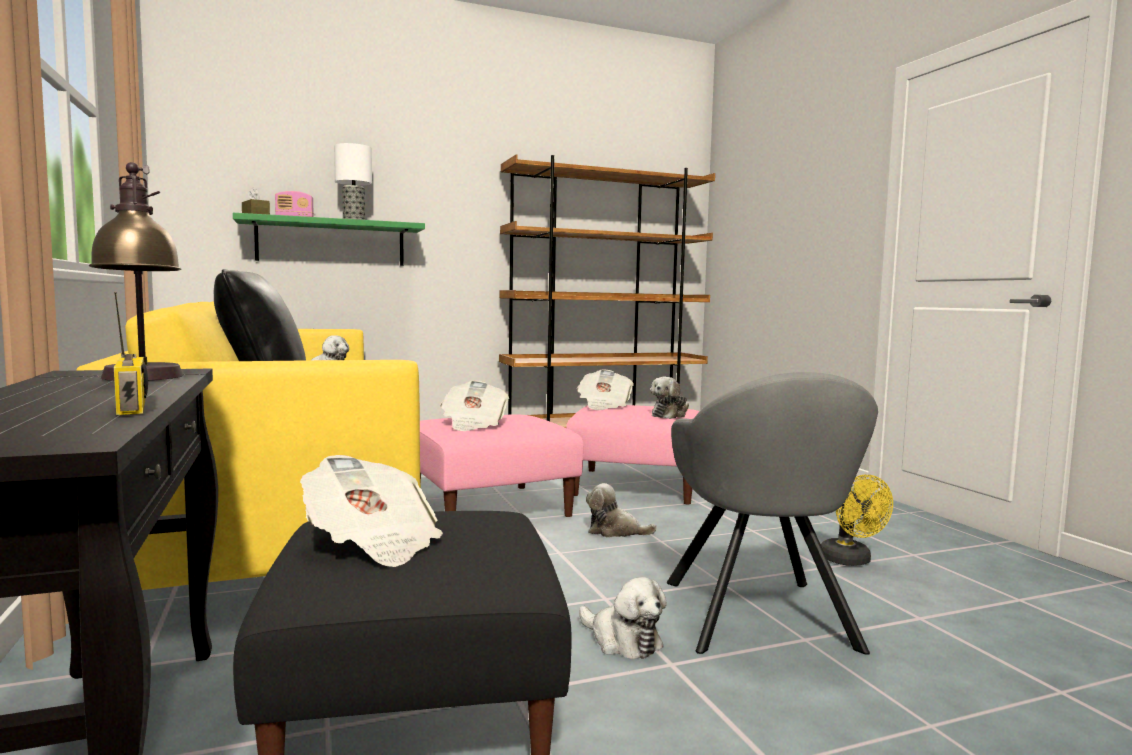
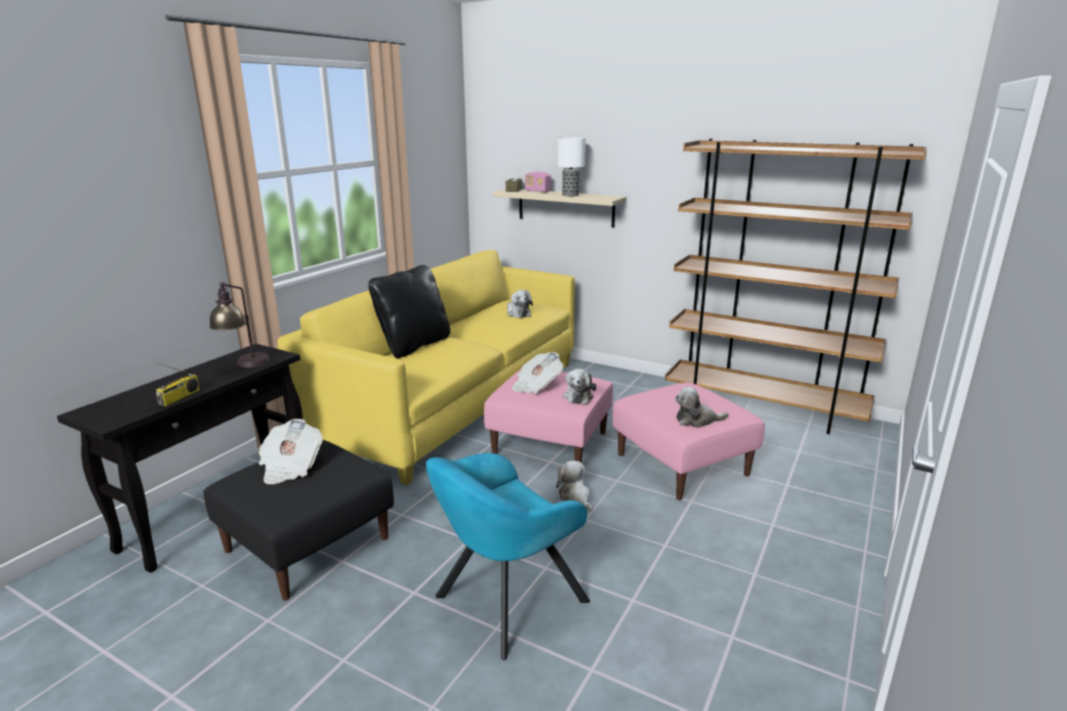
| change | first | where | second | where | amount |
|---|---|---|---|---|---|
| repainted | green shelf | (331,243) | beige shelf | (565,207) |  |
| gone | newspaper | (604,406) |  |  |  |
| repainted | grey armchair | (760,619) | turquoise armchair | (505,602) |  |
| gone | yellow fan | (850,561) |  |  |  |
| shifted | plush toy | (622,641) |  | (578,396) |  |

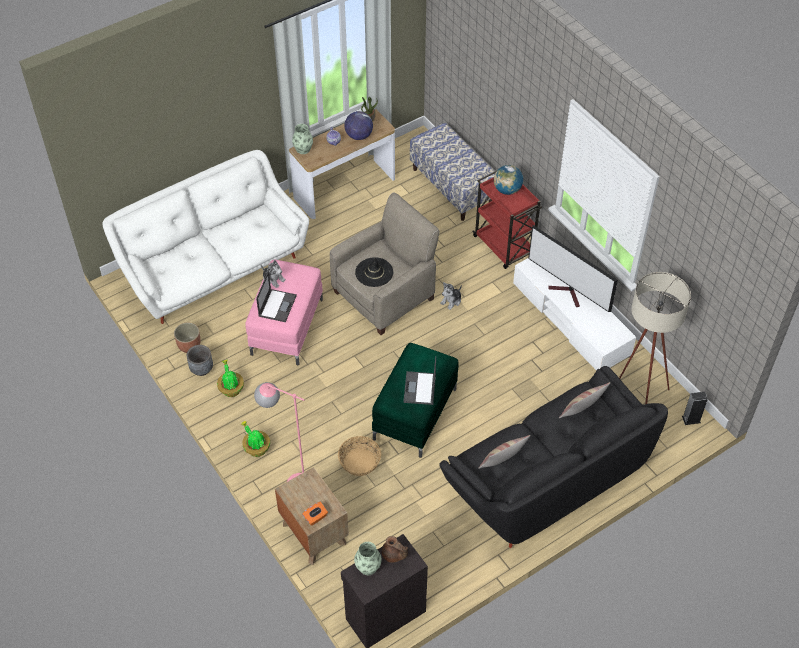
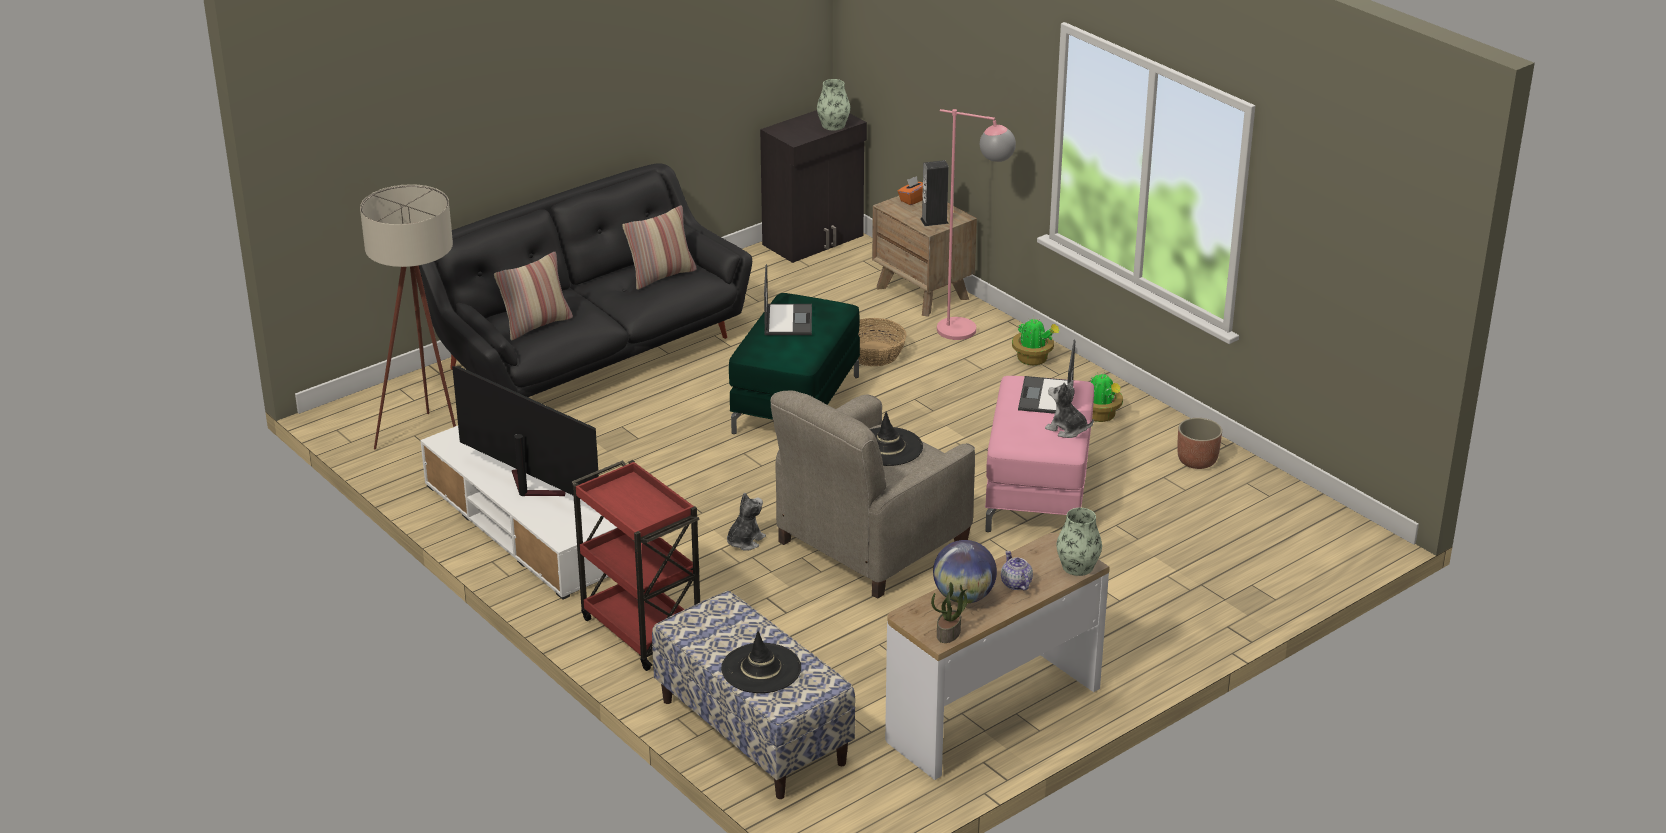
| change | first | where | second | where | amount |
|---|---|---|---|---|---|
| gone | white sofa | (213,267) |  |  |  |
| gone | globe | (507,190) |  |  |  |
| gone | grey planter | (201,369) |  |  |  |
| shifted | speaker | (691,419) |  | (934,221) |  |
| gone | brown teapot | (394,555) |  |  |  |
| new |  |  | black hat | (761,669) |  |

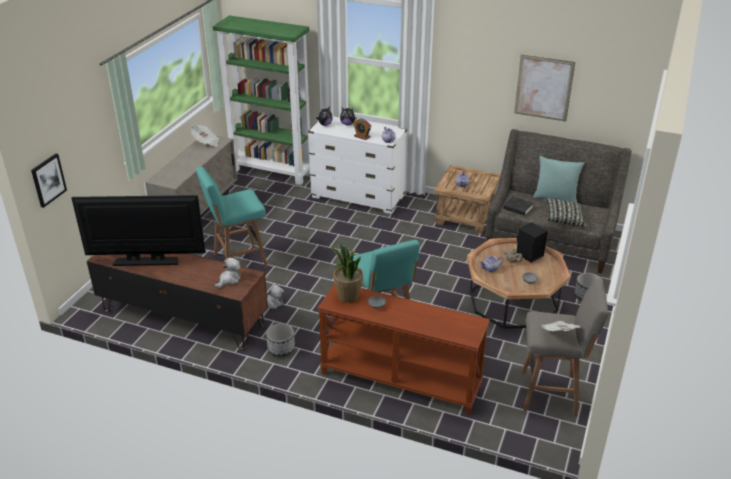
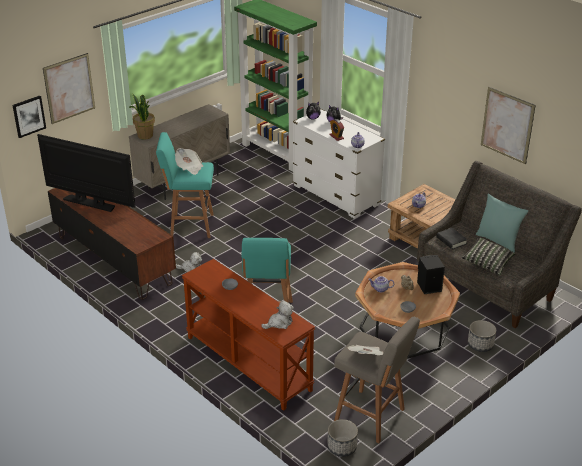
| change | first | where | second | where | amount |
|---|---|---|---|---|---|
| shifted | newspaper | (206,142) |  | (189,168) |  |
| shifted | potted plant | (348,296) |  | (145,135) |  |
| shifted | plush toy | (229,280) |  | (279,323) |  |
| shifted | planter | (281,349) |  | (342,447) |  |
| new |  |  | picture | (69,88) |  |

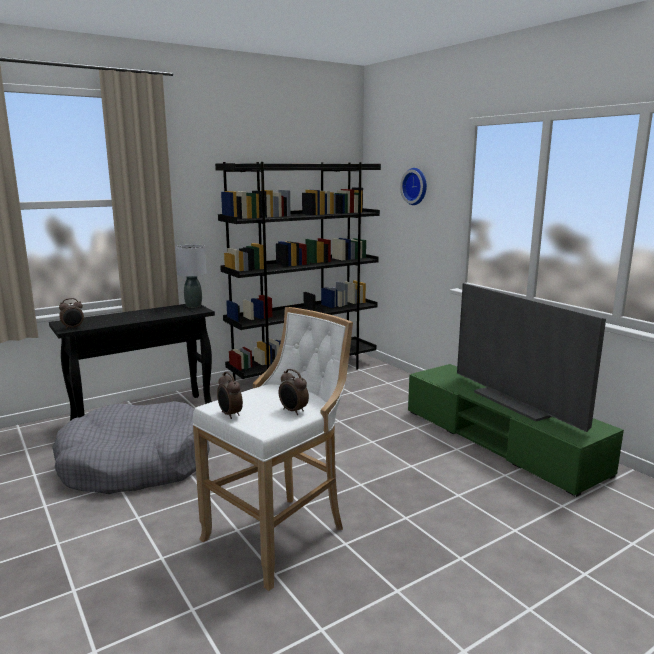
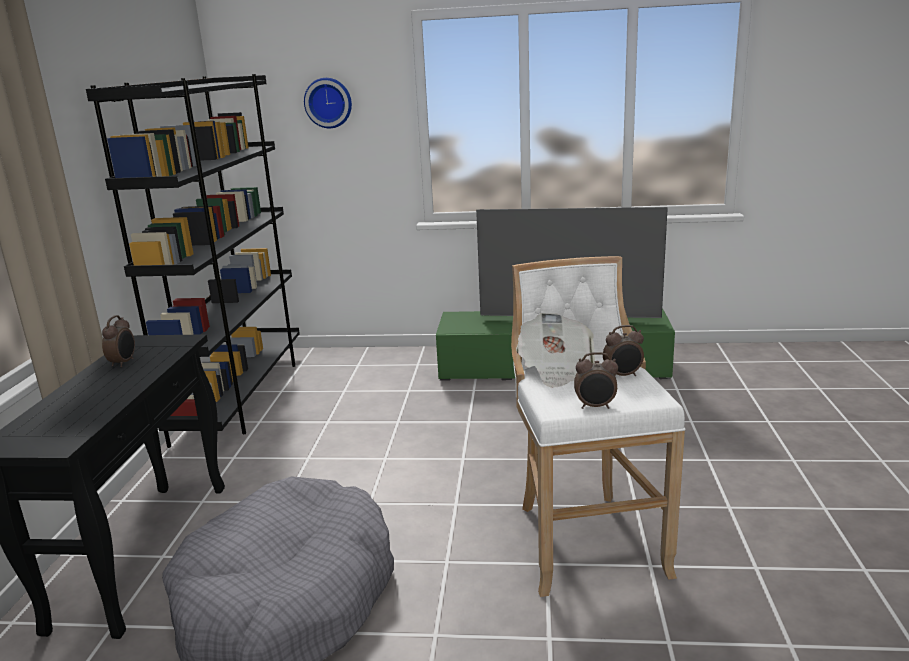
| change | first | where | second | where | amount |
|---|---|---|---|---|---|
| gone | grey table lamp | (194,306) |  |  |  |
| shifted | alarm clock | (73,328) |  | (124,363) |  |
| new |  |  | newspaper | (556,370) |  |

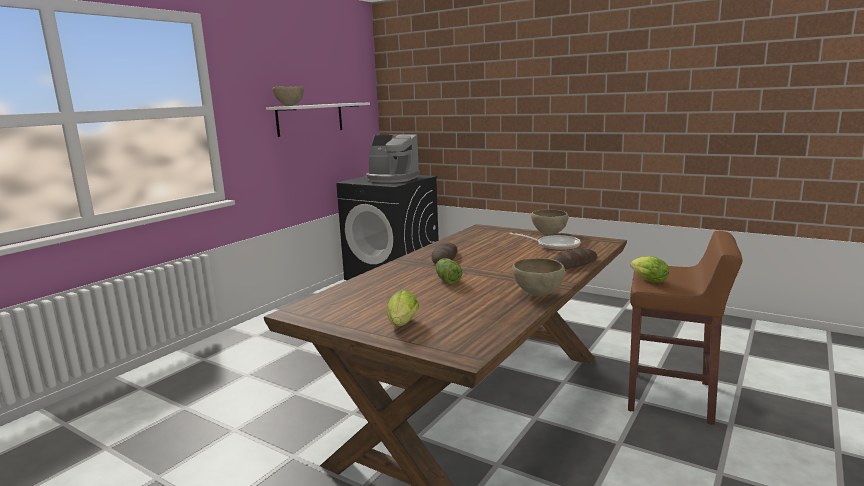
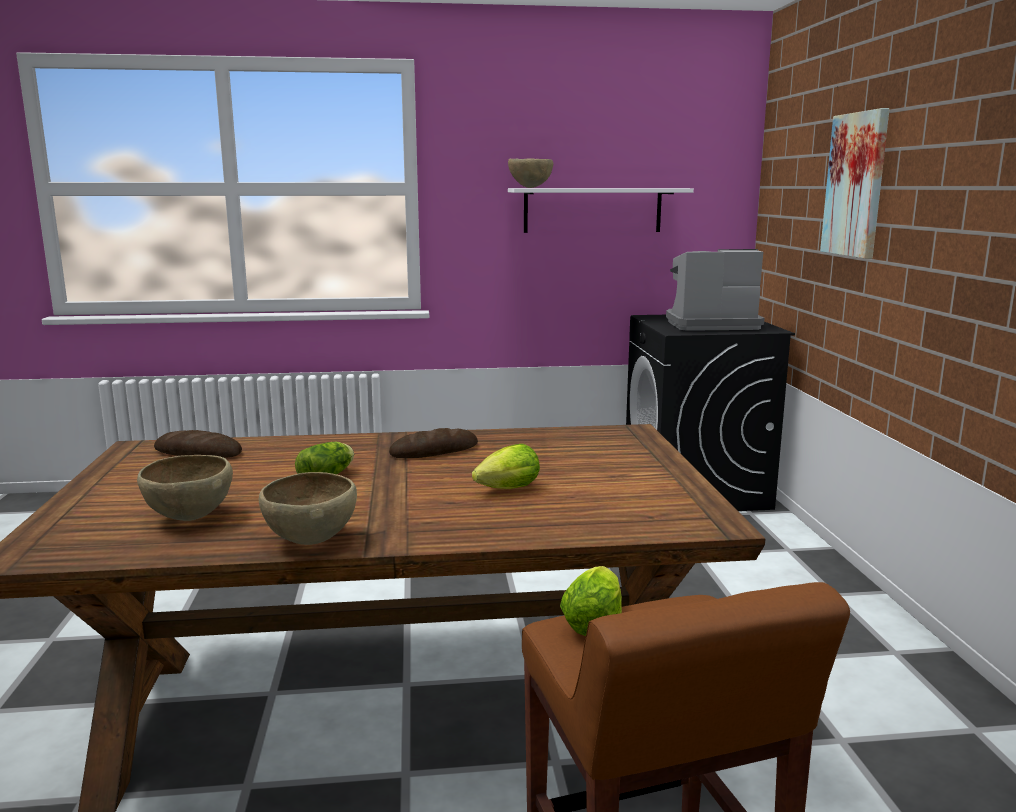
| change | first | where | second | where | amount |
|---|---|---|---|---|---|
| rotated | coffee machine | (392,179) |  | (710,324) | 105 degrees clockwise |
| shifted | brown bowl | (549,234) |  | (189,518) |  |
| gone | frying pan | (554,246) |  |  |  |
| shifted | bread | (574,263) |  | (198,452) |  |
| shifted | lettuce | (402,325) |  | (505,490) |  |
| new |  |  | picture | (856,185) |  |

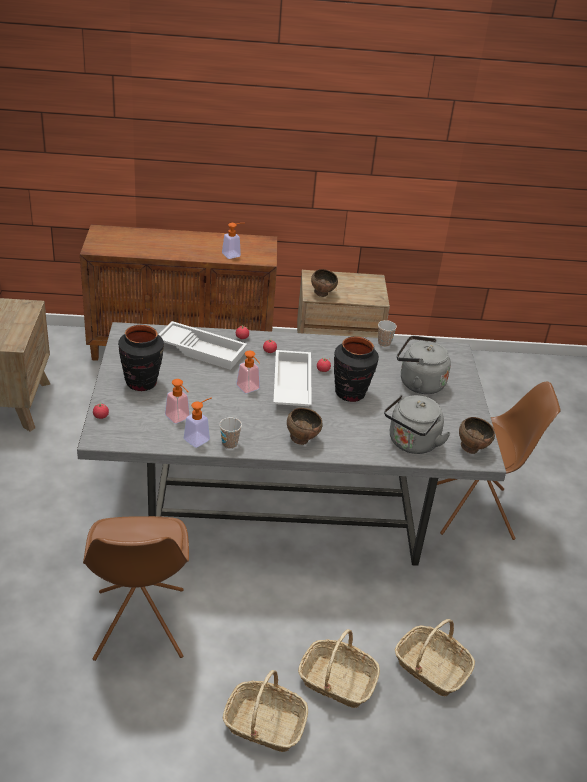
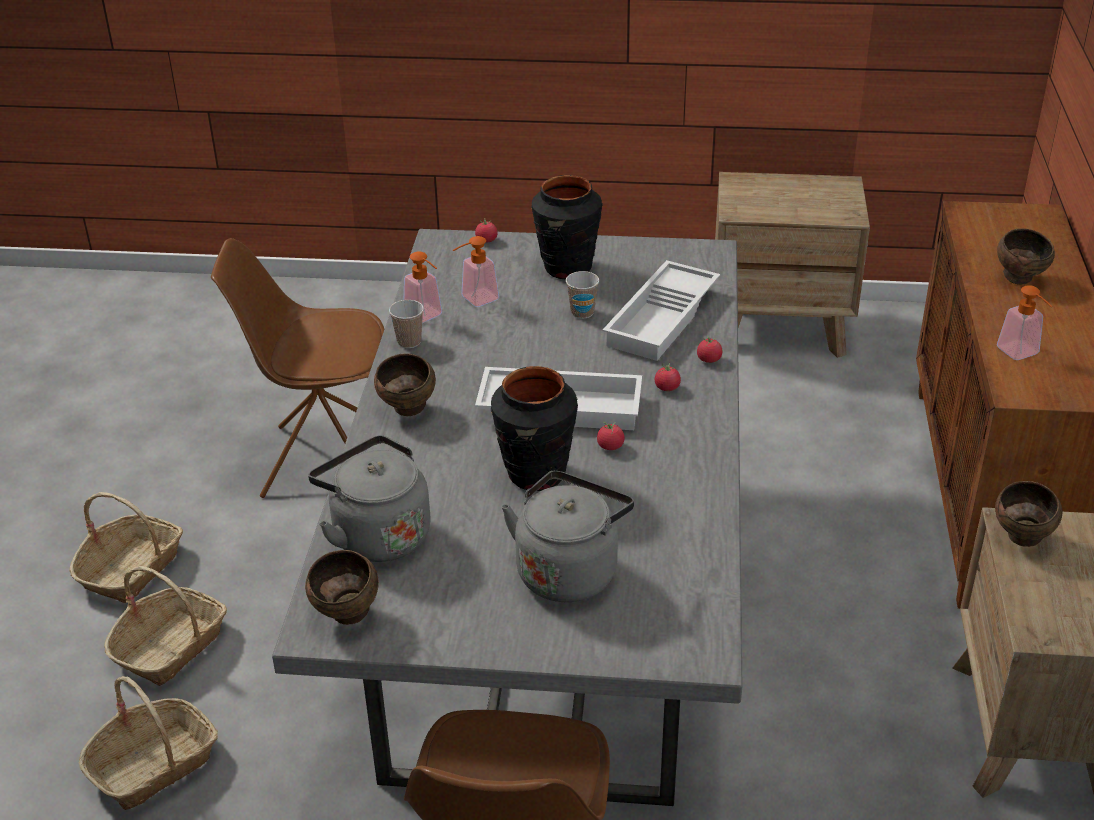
| change | first | where | second | where | amount |
|---|---|---|---|---|---|
| shifted | cup | (384,343) |  | (582,312) |  |
| gone | soap dispenser | (250,389) |  |  |  |
| new |  |  | brown bowl | (1020,279) |  |

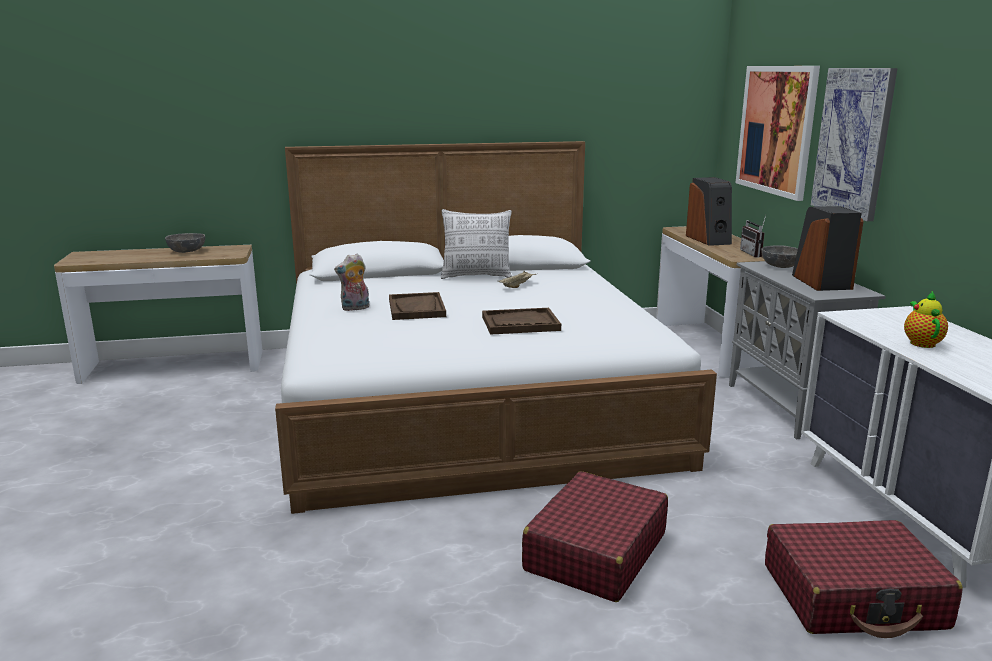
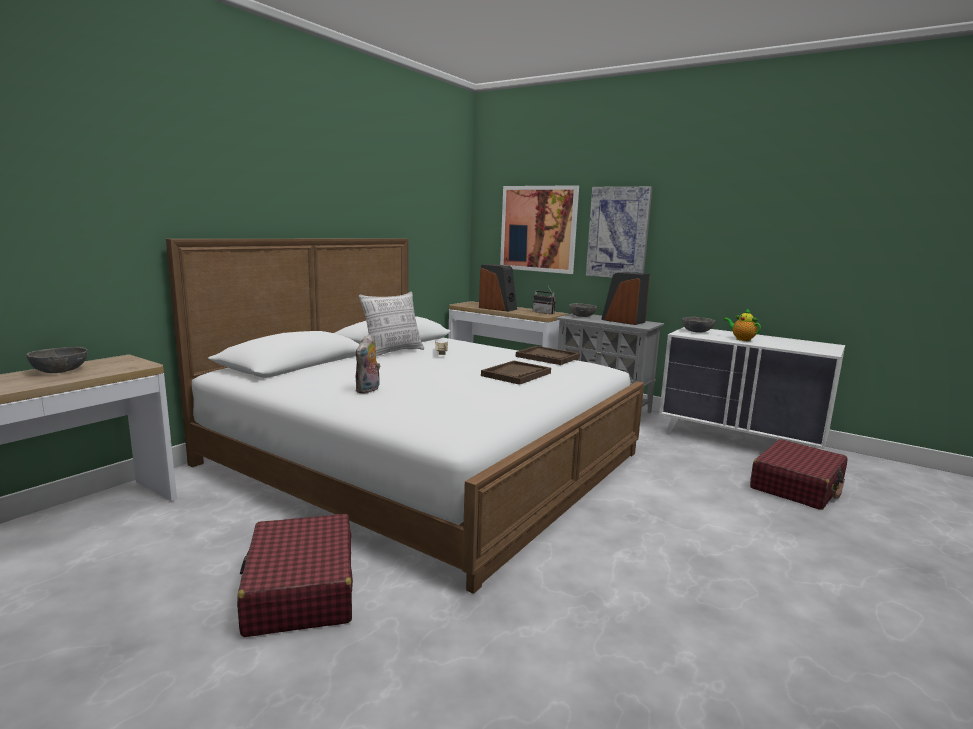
| change | first | where | second | where | amount |
|---|---|---|---|---|---|
| shifted | brown tray | (417,308) |  | (547,357) |  |
| shifted | red suitcase | (595,552) |  | (300,590) |  |
| new |  |  | grey bowl | (697,331) |  |

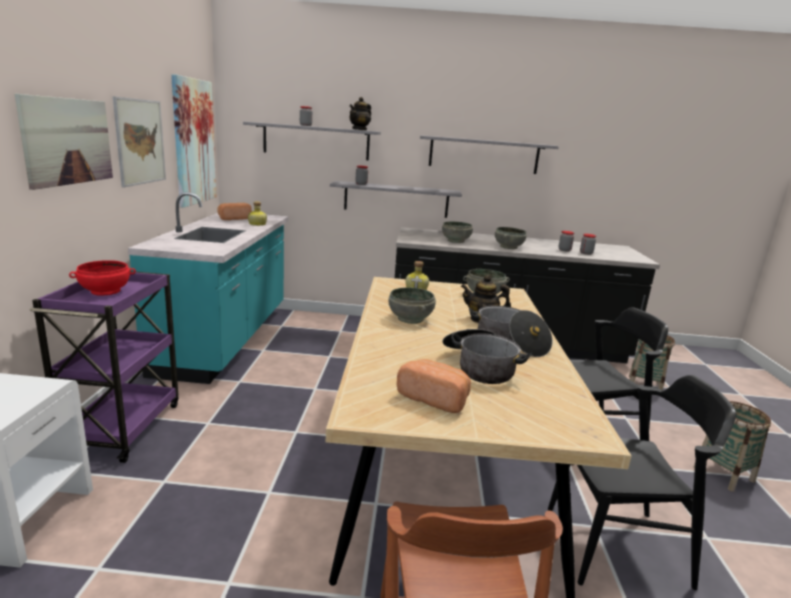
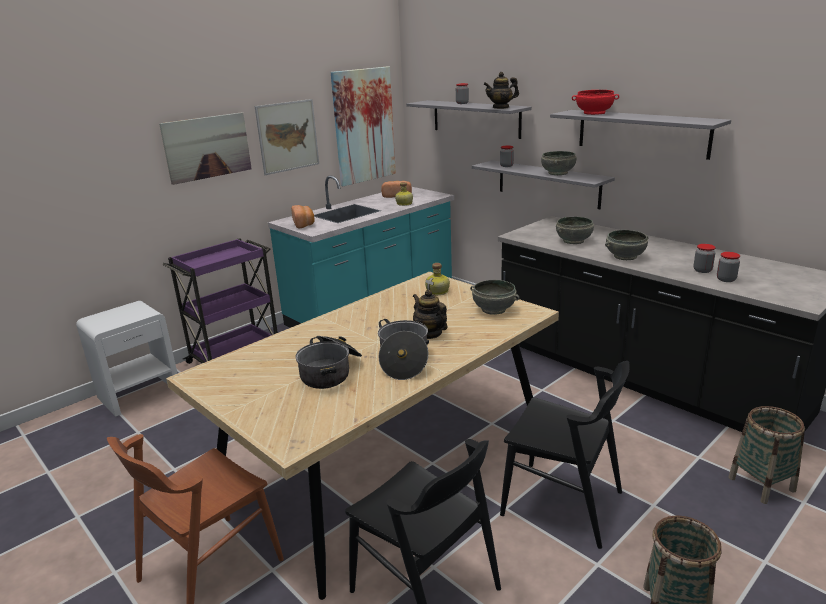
| change | first | where | second | where | amount |
|---|---|---|---|---|---|
| shifted | red bowl | (105,291) |  | (594,113) |  |
| shifted | grey bowl | (411,319) |  | (558,173) |  |
| shifted | bread | (434,398) |  | (304,224) |  |

